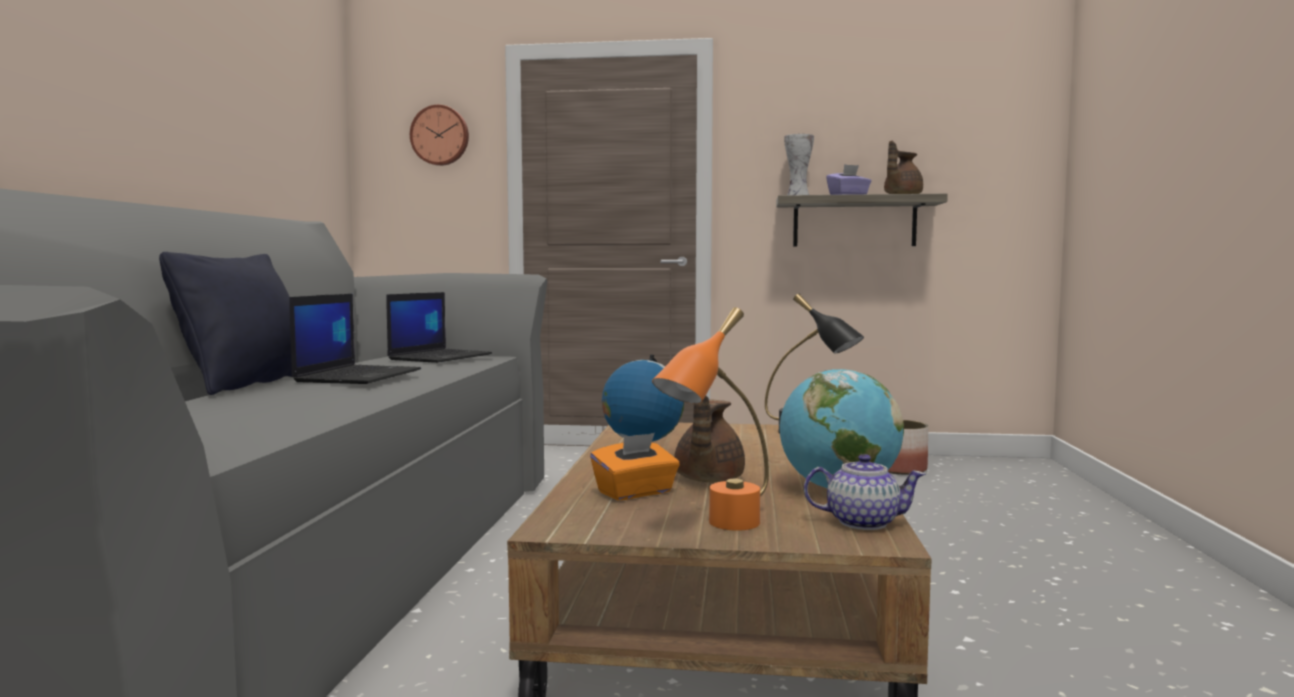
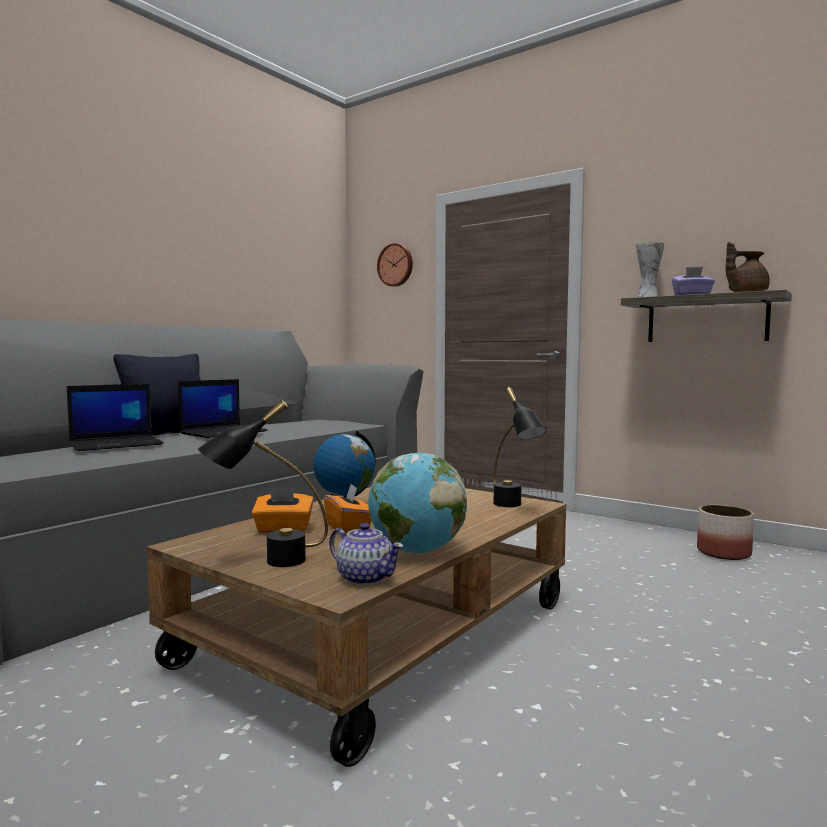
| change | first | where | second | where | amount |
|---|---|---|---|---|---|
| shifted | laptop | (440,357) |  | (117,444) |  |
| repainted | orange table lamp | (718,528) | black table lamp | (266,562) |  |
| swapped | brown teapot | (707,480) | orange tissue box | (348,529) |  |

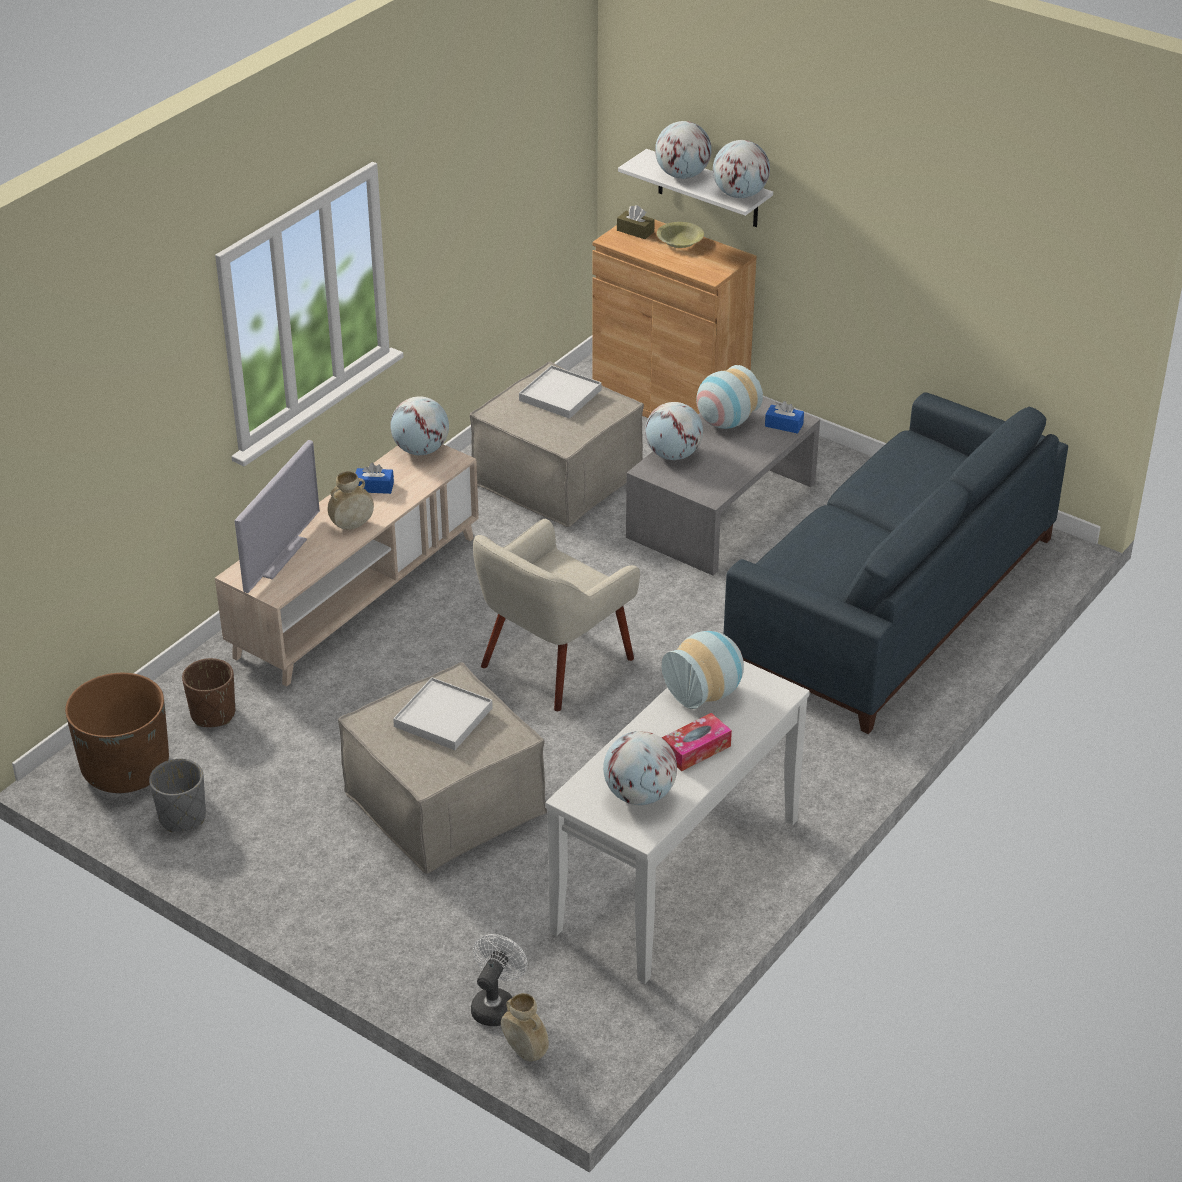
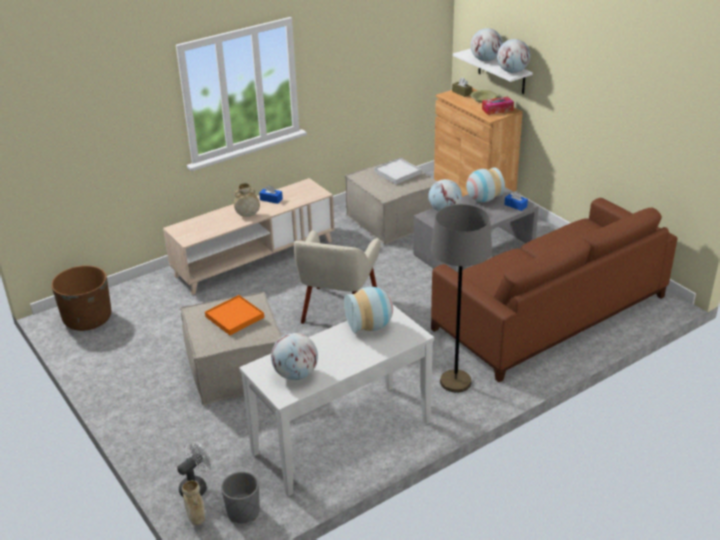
| change | first | where | second | where | amount |
|---|---|---|---|---|---|
| repainted | blue sofa | (889,600) | brown sofa | (548,312) |  |
| gone | globe | (421,450) |  |  |  |
| gone | television | (278,556) |  |  |  |
| rotated | beige armchair | (553,662) |  | (338,309) | 45 degrees counterclockwise |
| gone | brown planter | (213,714) |  |  |  |
| repainted | white tray | (443,717) | orange tray | (234,317) |  |
| shifted | tissue box | (696,749) |  | (497,110) |  |
| shifted | grey planter | (182,817) |  | (243,512) |  |
| new |  |  | grey floor lamp | (455,382) |  |

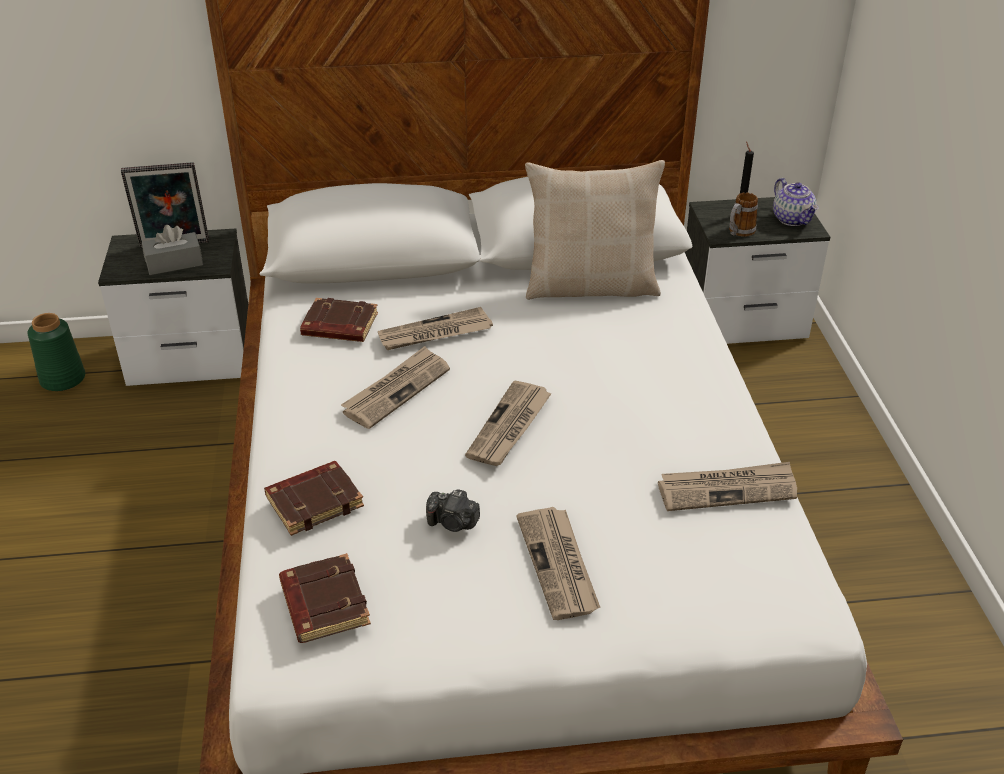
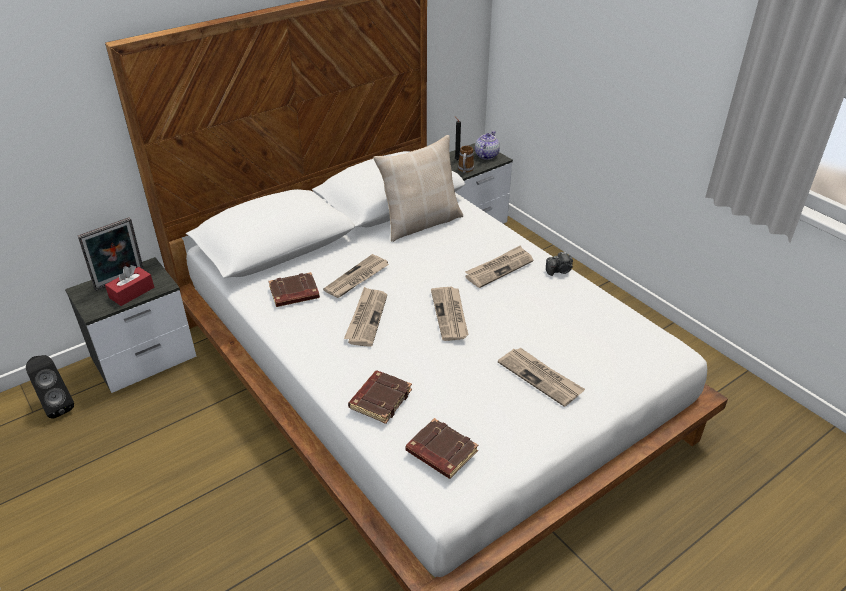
| change | first | where | second | where | amount |
|---|---|---|---|---|---|
| rotated | teapot | (793,219) |  | (486,155) | 105 degrees counterclockwise |
| repainted | grey tissue box | (174,263) | red tissue box | (132,292) |  |
| swapped | green vase | (63,379) | black speaker | (56,406) |  |
| shifted | newspaper | (727,489) |  | (499,268) |  |
| shifted | photo camera | (453,523) |  | (559,271) |  |

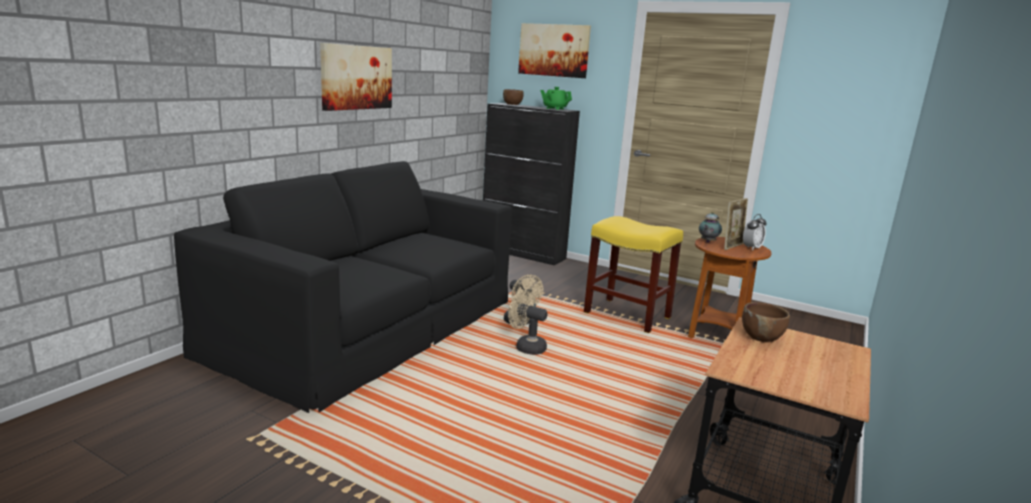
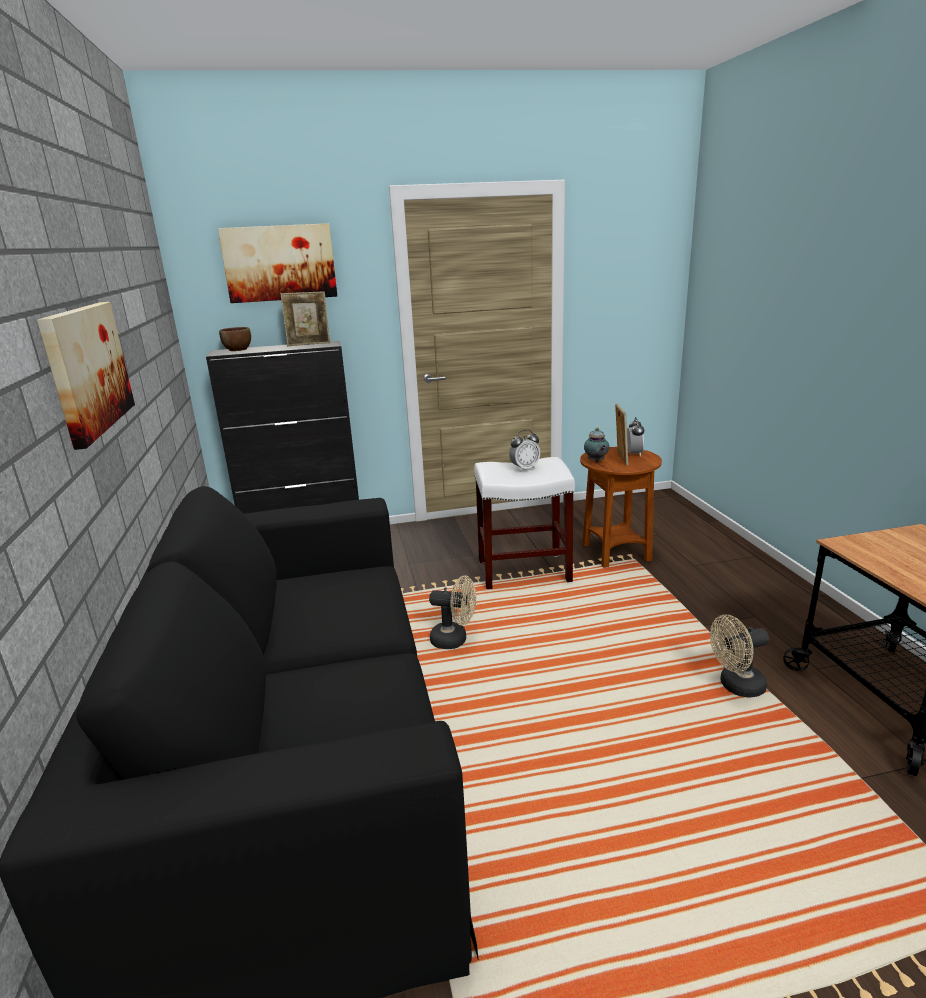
| change | first | where | second | where | amount |
|---|---|---|---|---|---|
| swapped | green teapot | (554,108) | picture frame | (309,344) |  |
| repainted | yellow stool | (628,315) | white stool | (524,570) |  |
| shifted | beige fan | (526,347) |  | (736,686) |  |
| gone | brown bowl | (761,337) |  |  |  |
| new |  |  | alarm clock | (524,468) |  |

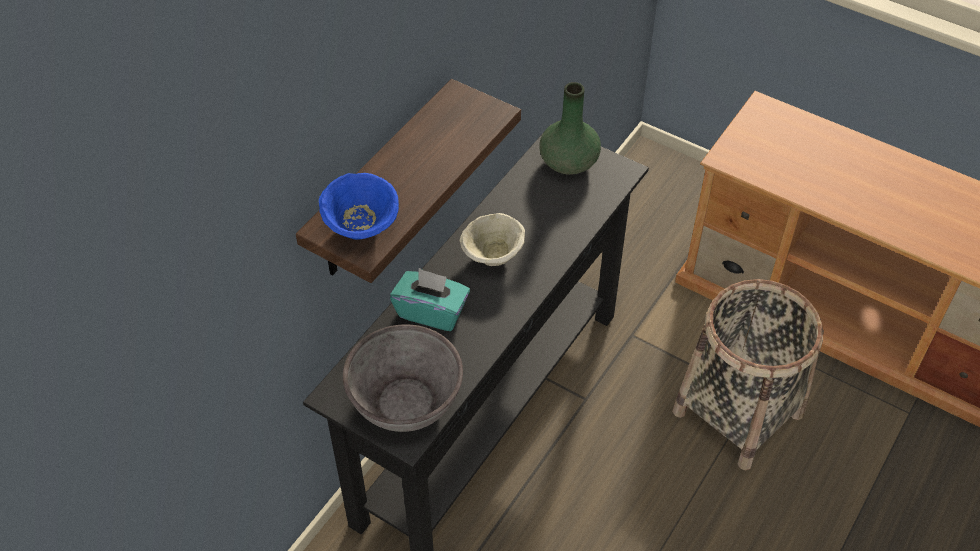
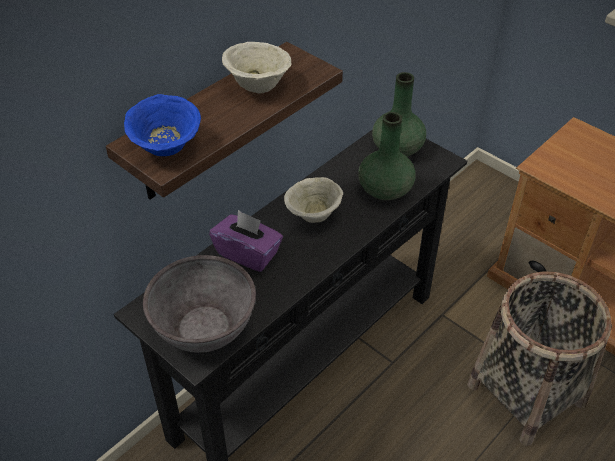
| change | first | where | second | where | amount |
|---|---|---|---|---|---|
| repainted | turquoise tissue box | (431,312) | purple tissue box | (248,253) |  |
| new |  |  | beige bowl | (257,86) |  |
| new |  |  | green vase | (384,189) |  |

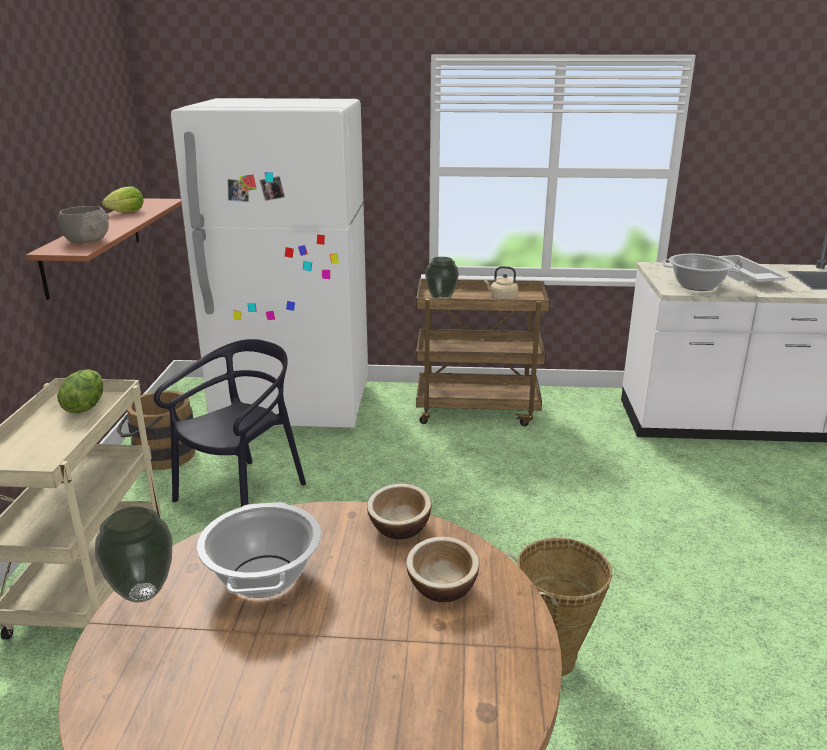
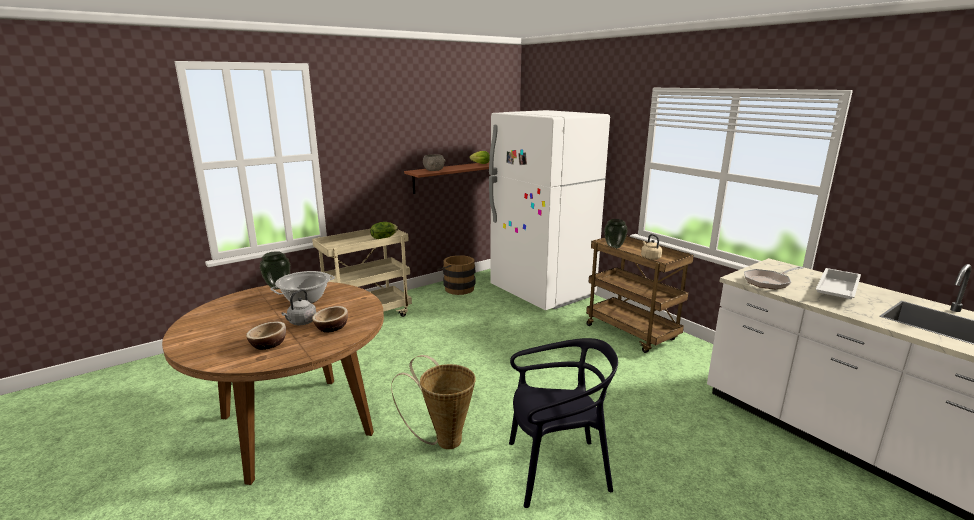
| change | first | where | second | where | amount |
|---|---|---|---|---|---|
| swapped | cooking pot | (697,285) | frying pan | (769,282) |  |
| shifted | black chair | (242,495) |  | (556,469) |  |
| shifted | bowl | (399,527) |  | (268,344) |  |
| new |  |  | grey kettle | (301,322) |  |

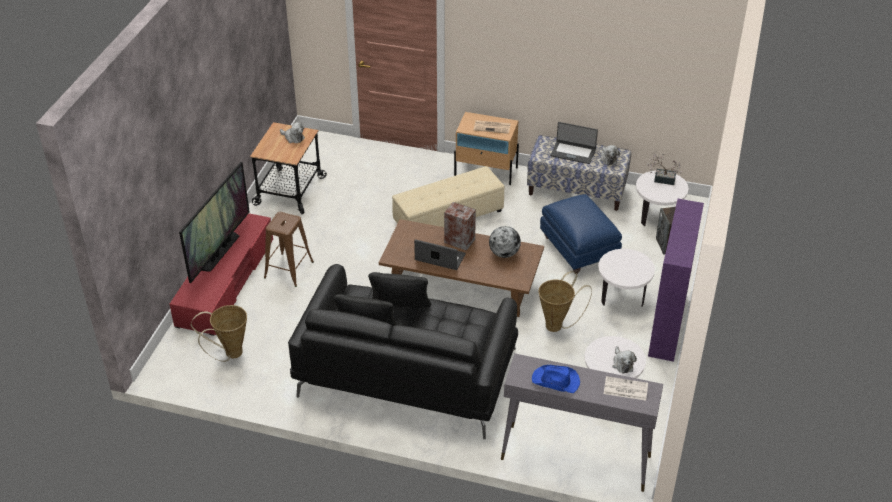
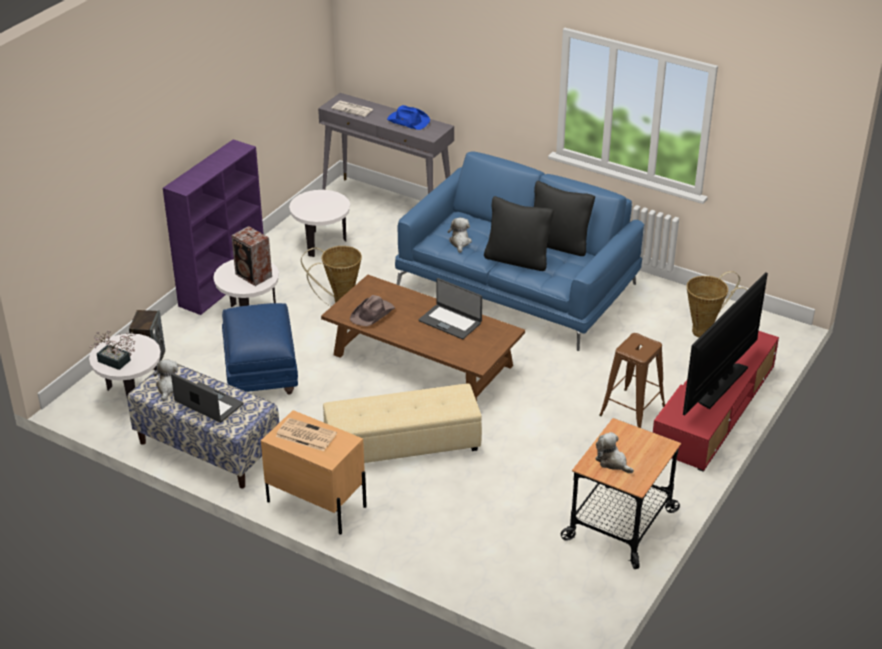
| change | first | where | second | where | amount |
|---|---|---|---|---|---|
| shifted | speaker | (459,240) |  | (254,276) |  |
| swapped | globe | (504,253) | brown hat | (373,314) |  |
| repainted | black sofa | (406,372) | blue sofa | (518,287) |  |
| shifted | plush toy | (622,363) |  | (460,242) |  |

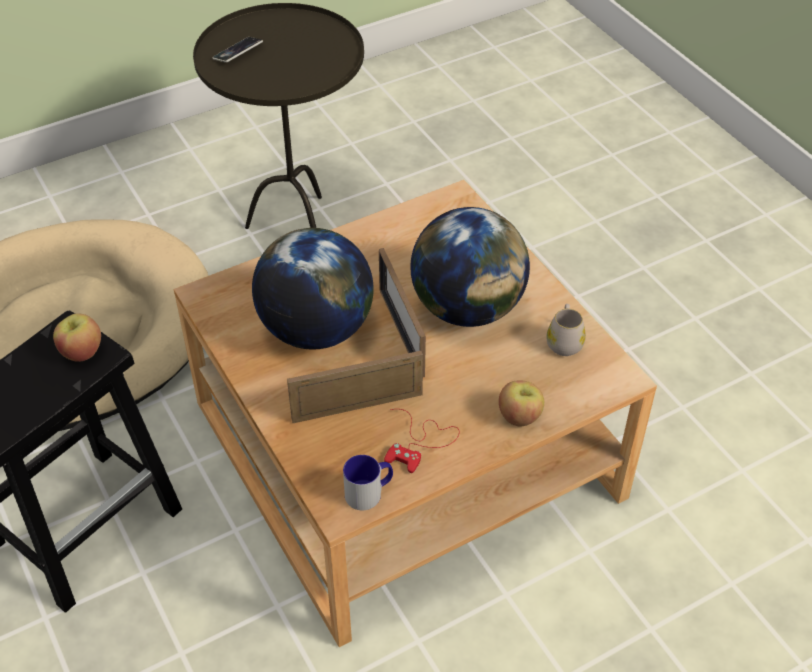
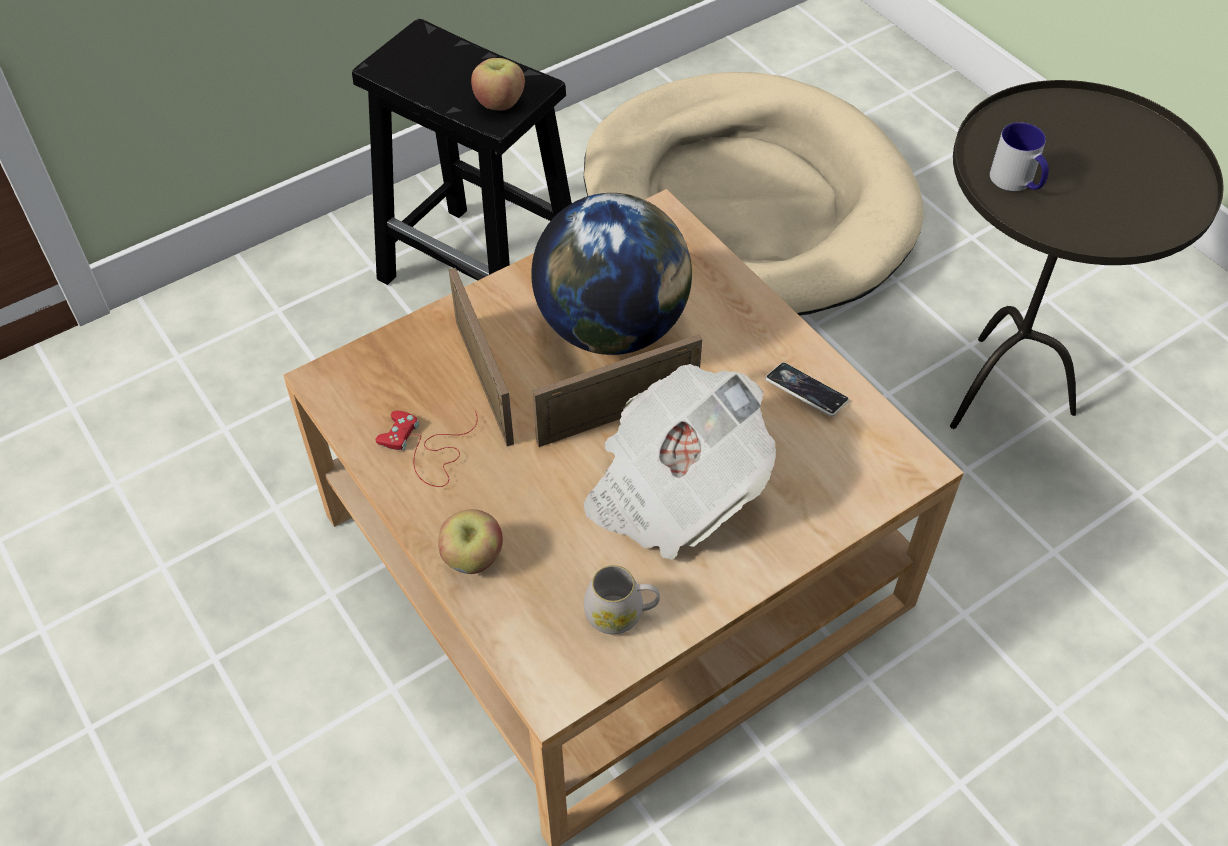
| change | first | where | second | where | amount |
|---|---|---|---|---|---|
| shifted | phone | (238,52) |  | (806,392) |  |
| swapped | globe | (467,308) | newspaper | (673,489) |  |
| shifted | mug | (369,492) |  | (1017,182) |  |

